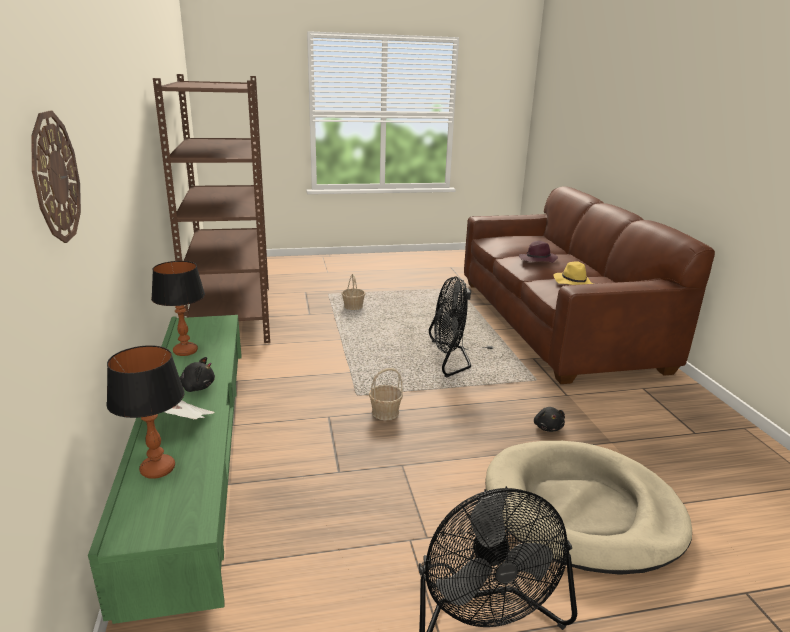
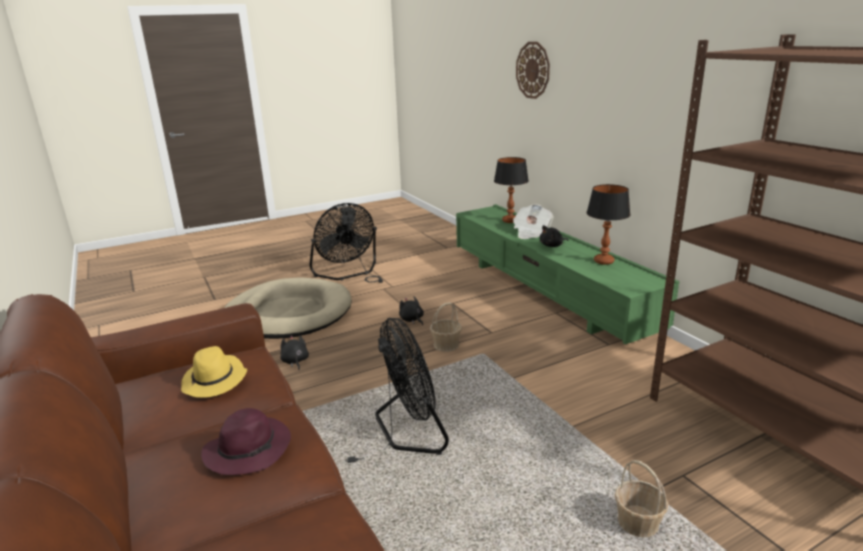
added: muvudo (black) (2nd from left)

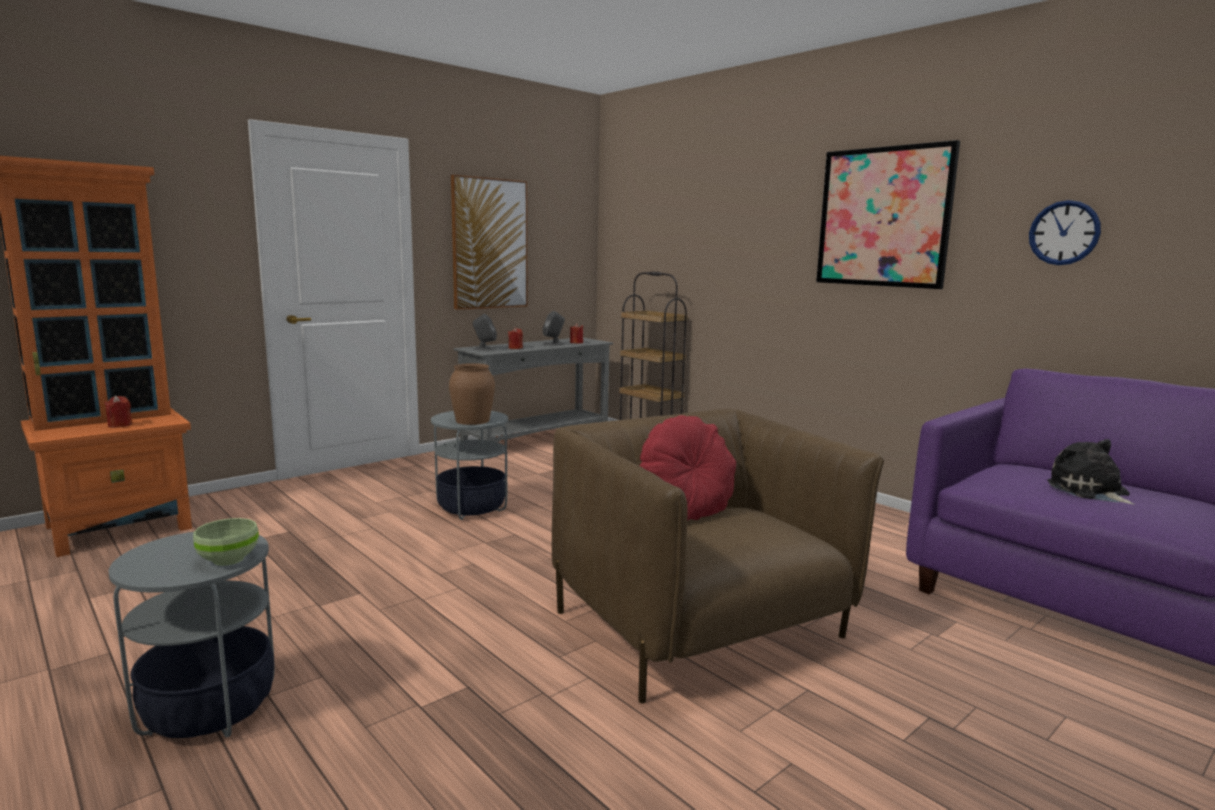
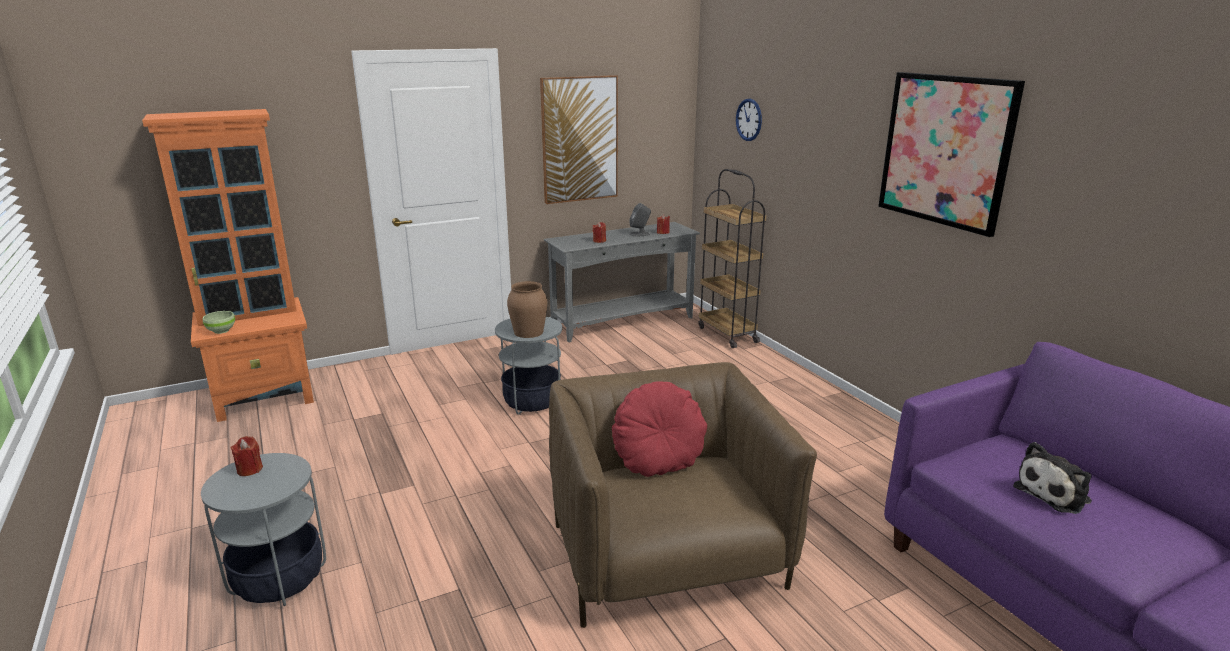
removed: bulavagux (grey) (1st from left)
moved: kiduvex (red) (1st from left); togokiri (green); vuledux
turned: muvudo 120 degrees counterclockwise

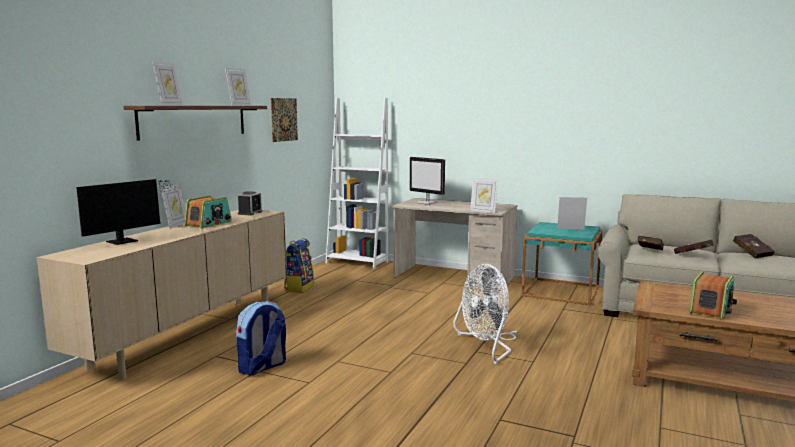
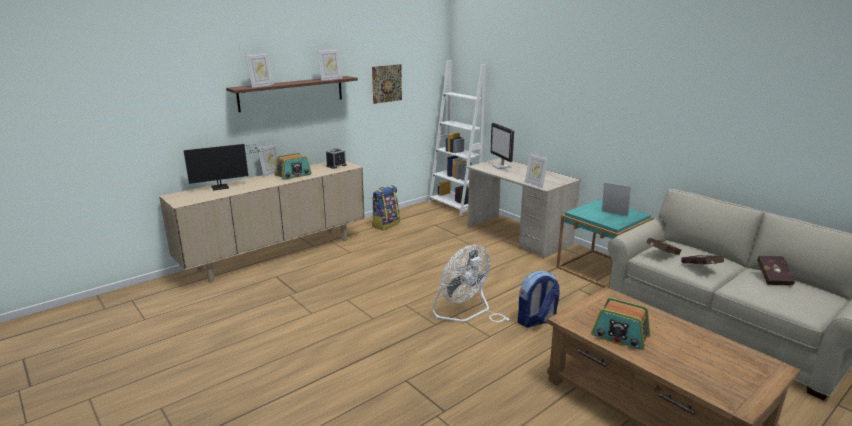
moved: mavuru (1st from left in the first image) to mavuru (2nd from left)
turned: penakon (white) 45 degrees clockwise; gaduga (2nd from left) 60 degrees clockwise

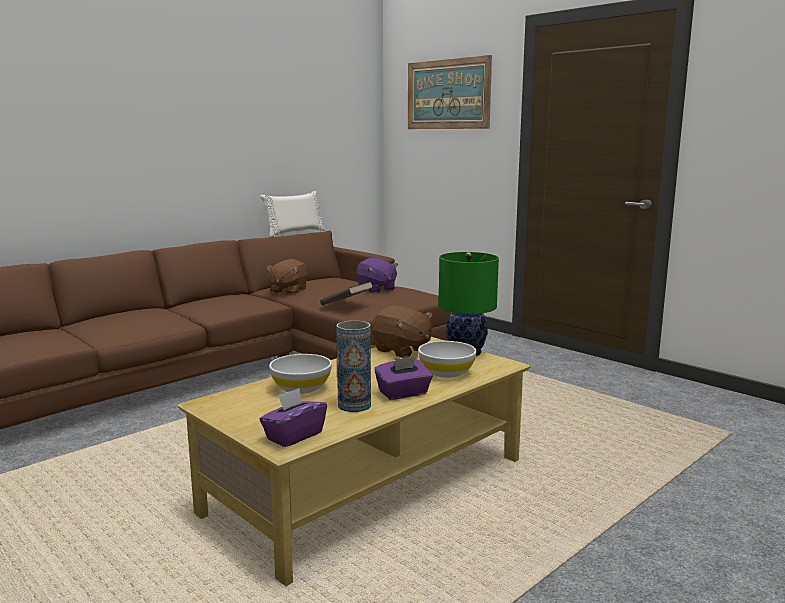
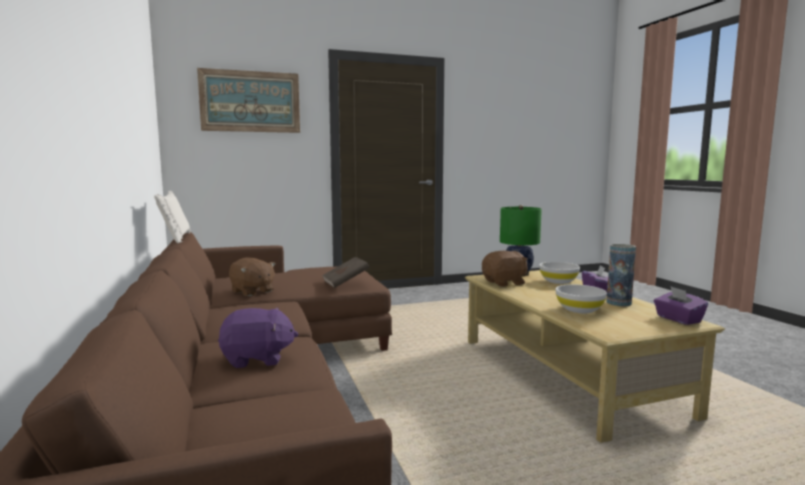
moved: muvudo (purple)

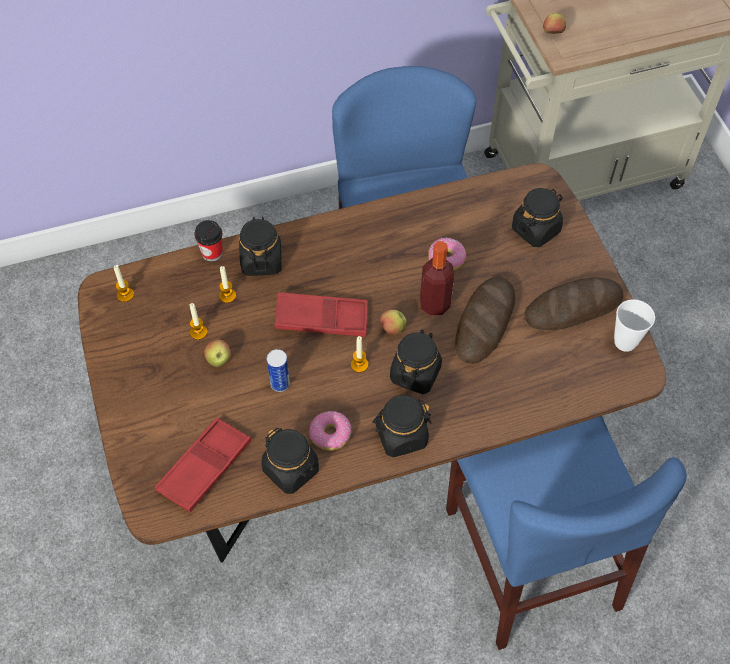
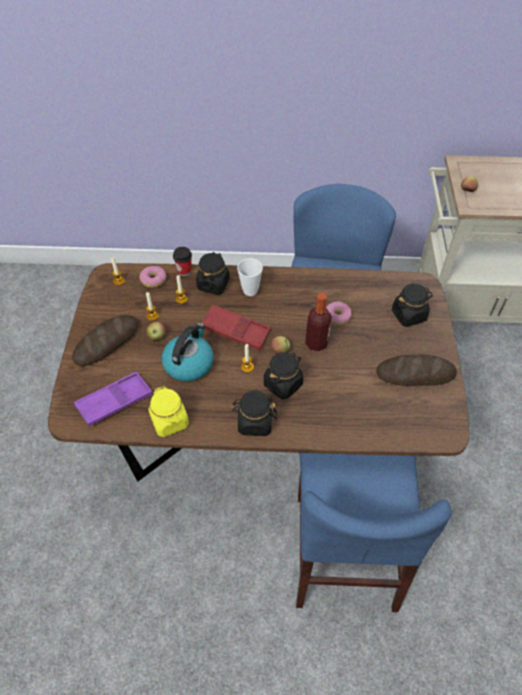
moved: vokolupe (1st from left); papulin (1st from left); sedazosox (2nd from left)
replaced: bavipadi to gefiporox
recoloured: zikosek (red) (1st from left) to zikosek (purple); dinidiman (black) (2nd from left) to dinidiman (yellow)

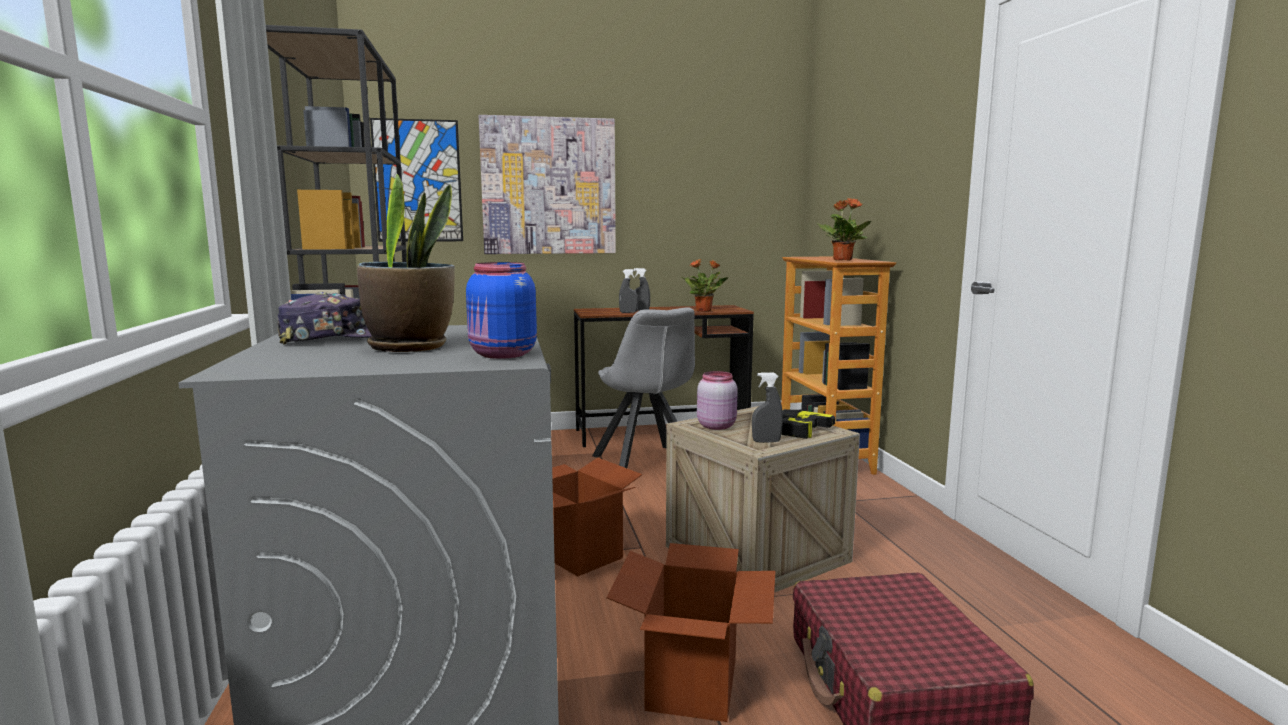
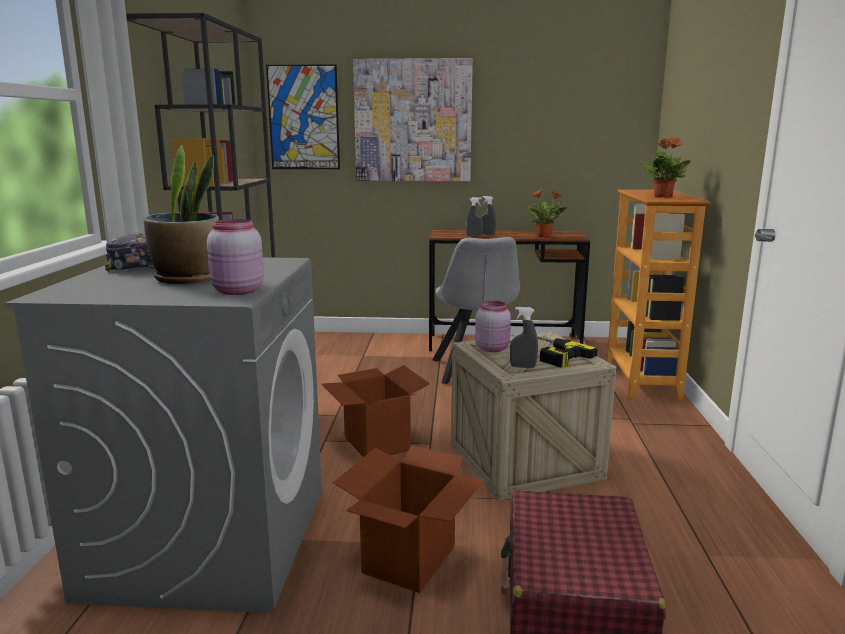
recoloured: dinidiman (blue) to dinidiman (pink) (1st from left)

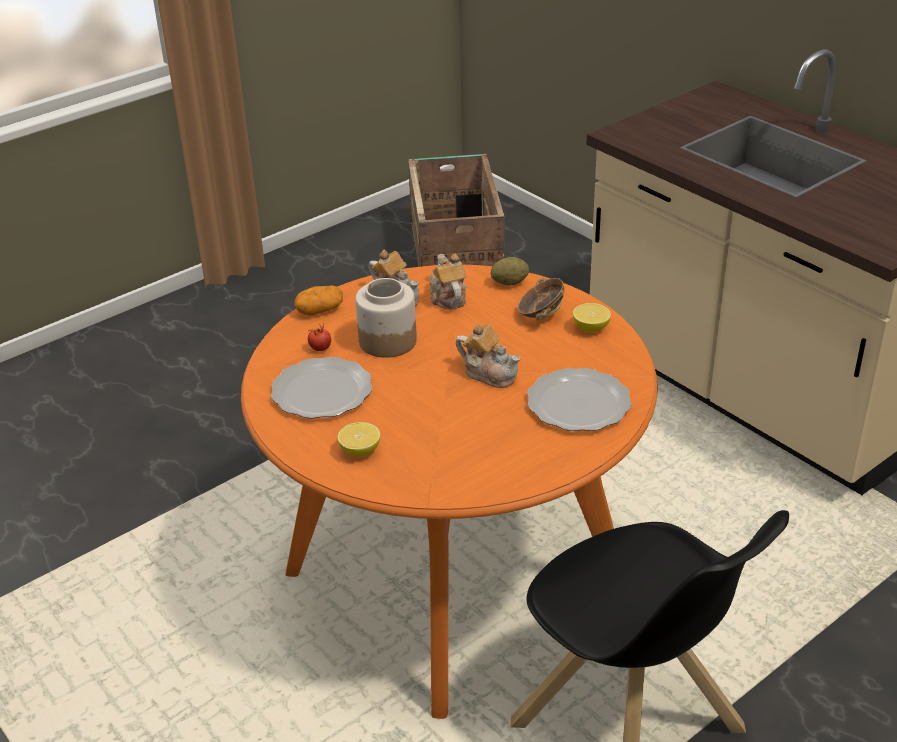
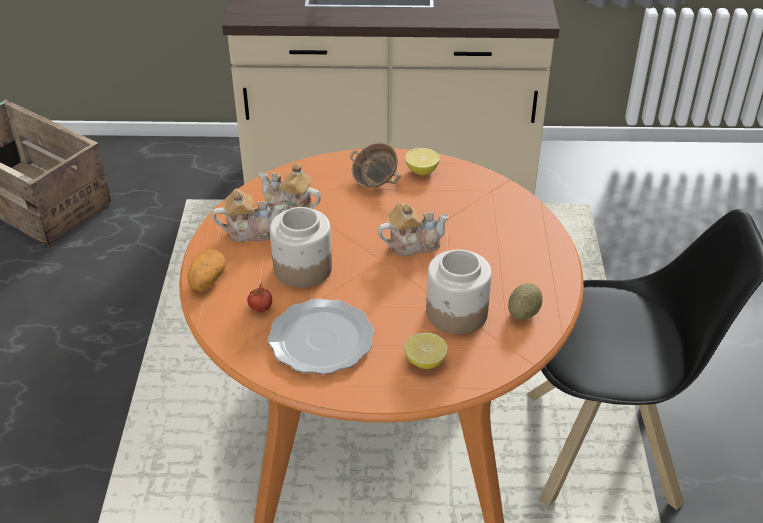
removed: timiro (2nd from left)
added: dinidiman (2nd from left)
moved: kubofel (2nd from left)

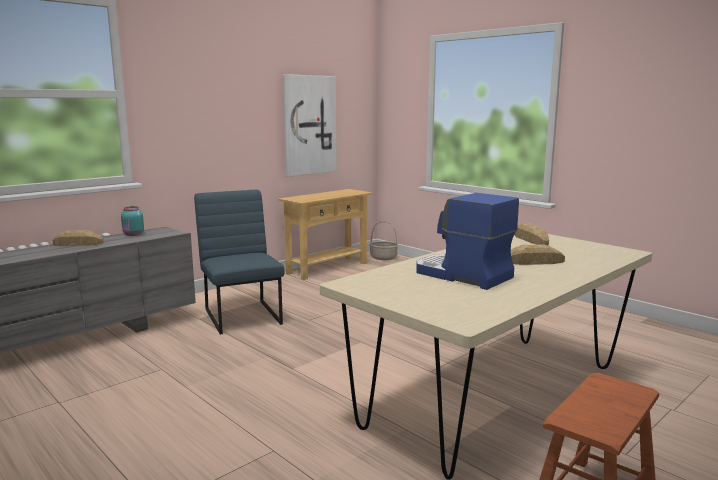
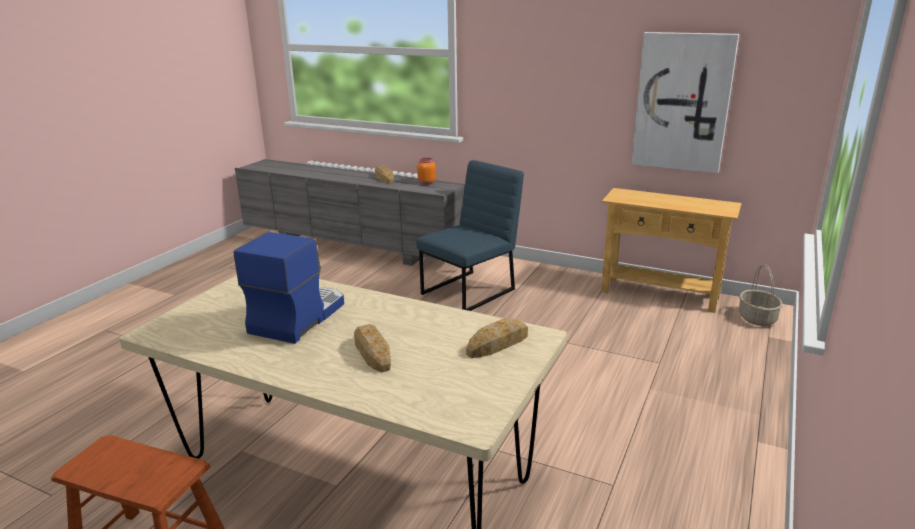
recoloured: dinidiman (turquoise) to dinidiman (orange)

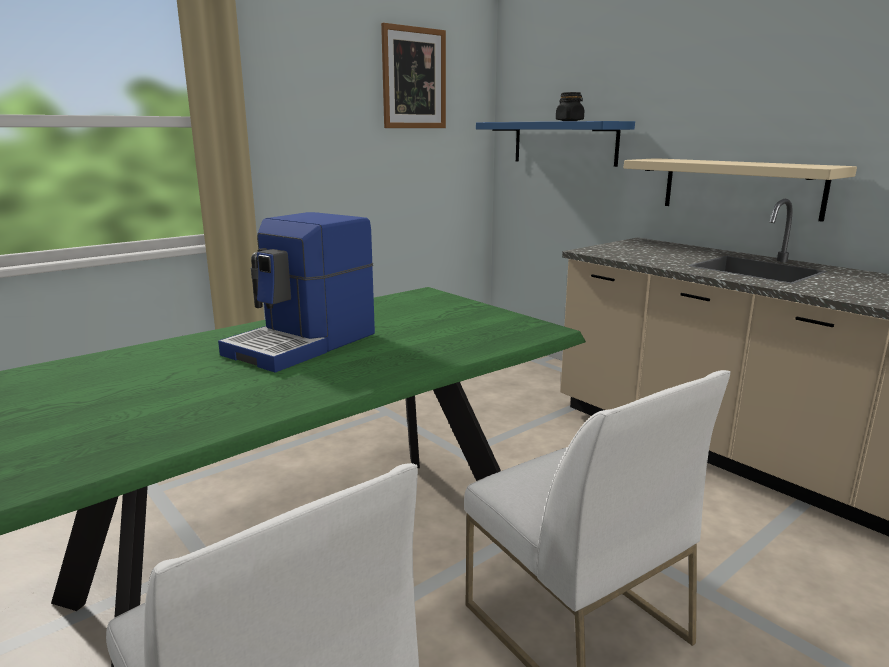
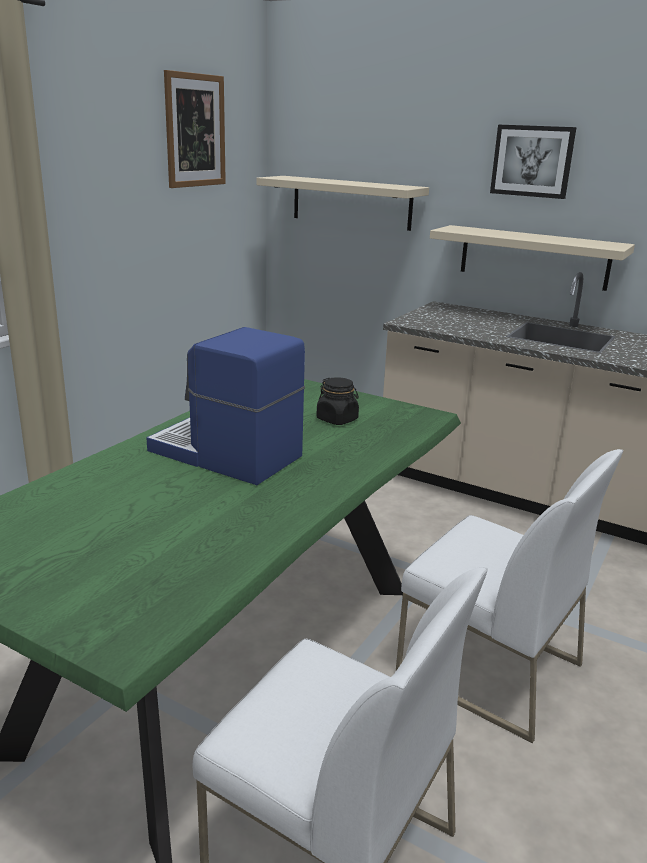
added: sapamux (2nd from left)
moved: dinidiman (black)
recoloured: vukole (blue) to vukole (beige) (1st from left)
turned: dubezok 105 degrees clockwise

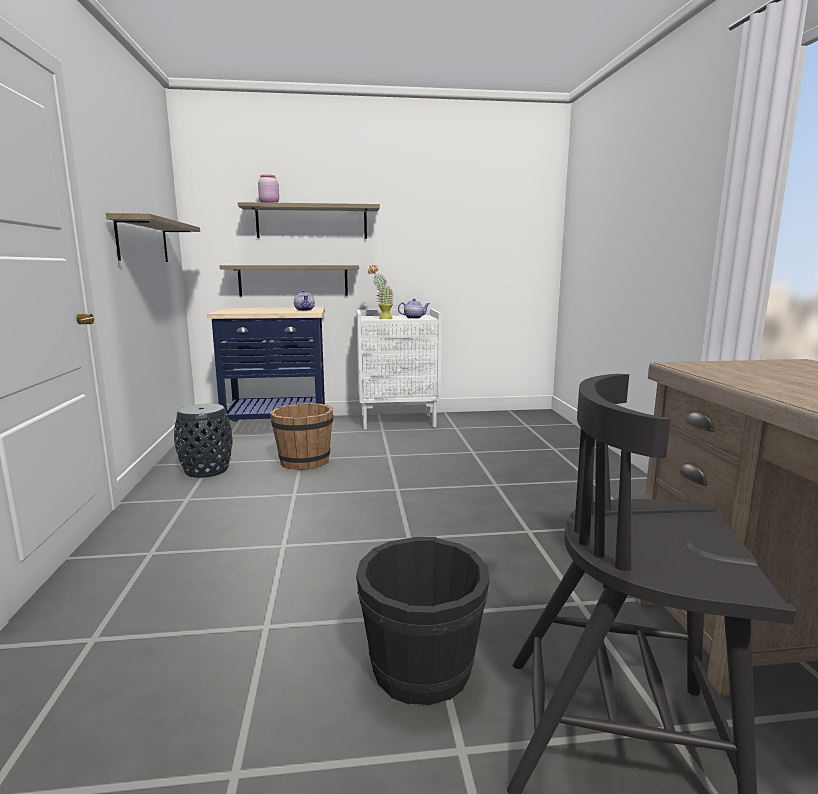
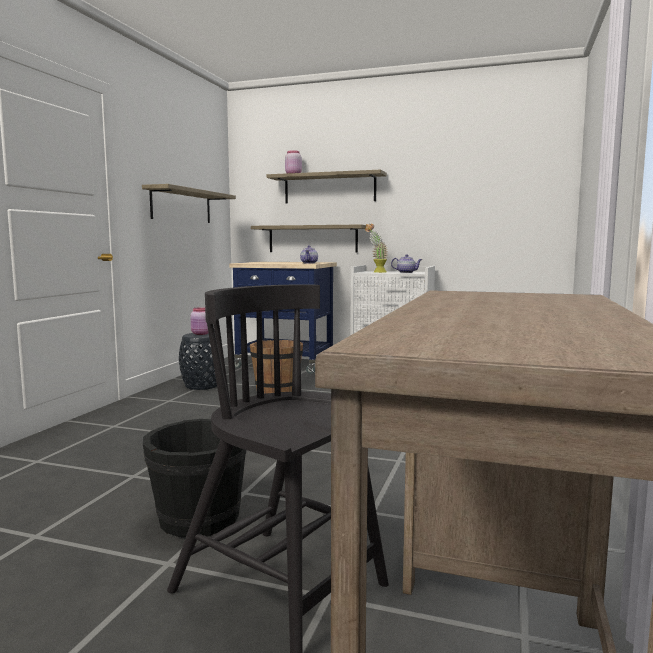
added: dinidiman (pink) (1st from left)

